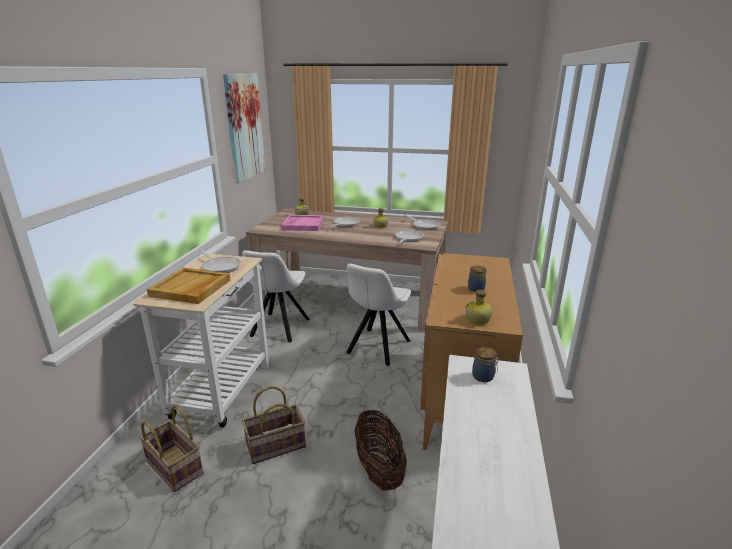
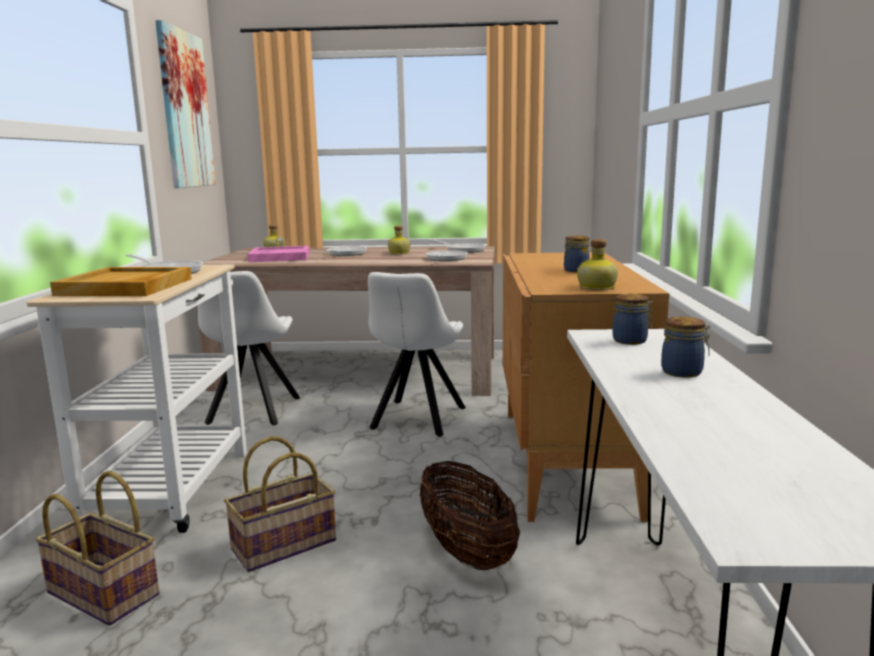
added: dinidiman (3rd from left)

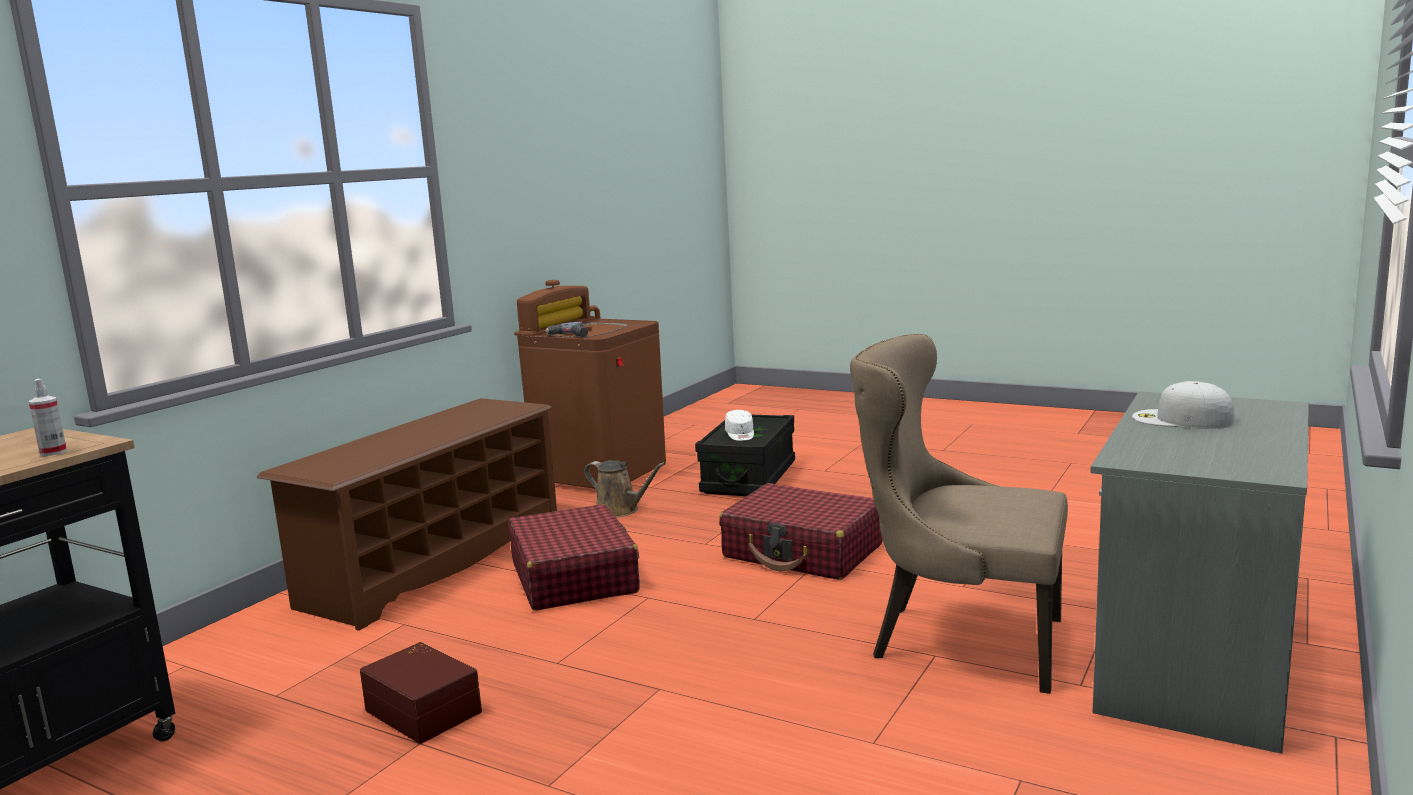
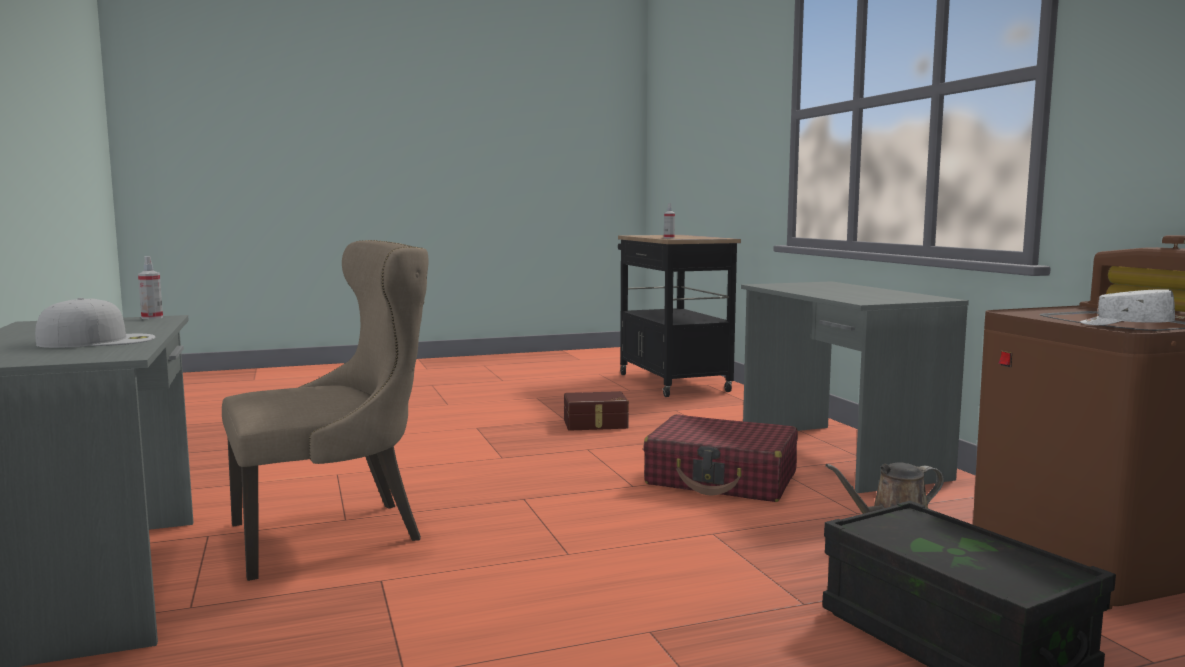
removed: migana; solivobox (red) (2nd from left)
added: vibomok (1st from left)
moved: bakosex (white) (1st from left in the first image) to bakosex (white) (2nd from left)
replaced: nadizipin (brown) to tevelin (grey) (2nd from left)

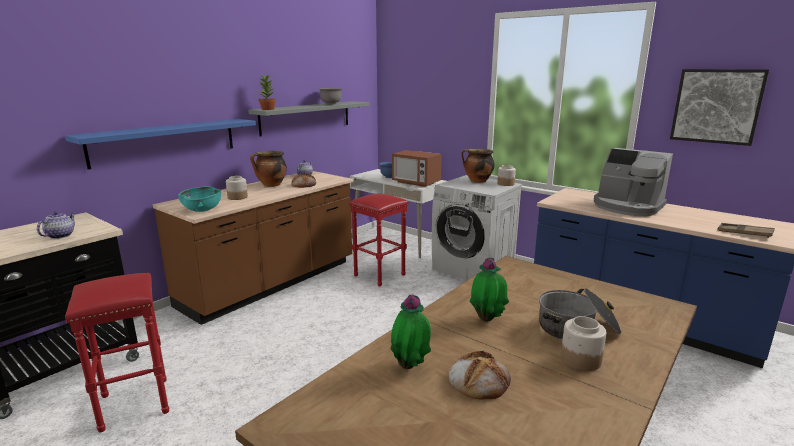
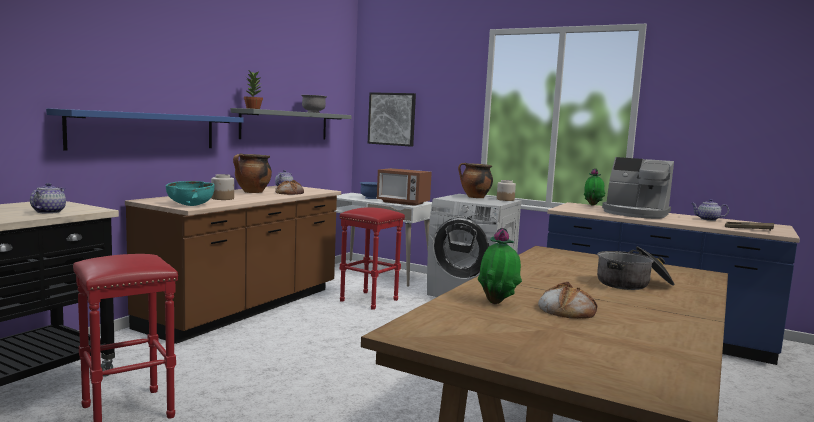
removed: dinidiman (3rd from left)
added: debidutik (3rd from left)
moved: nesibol (3rd from left); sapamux

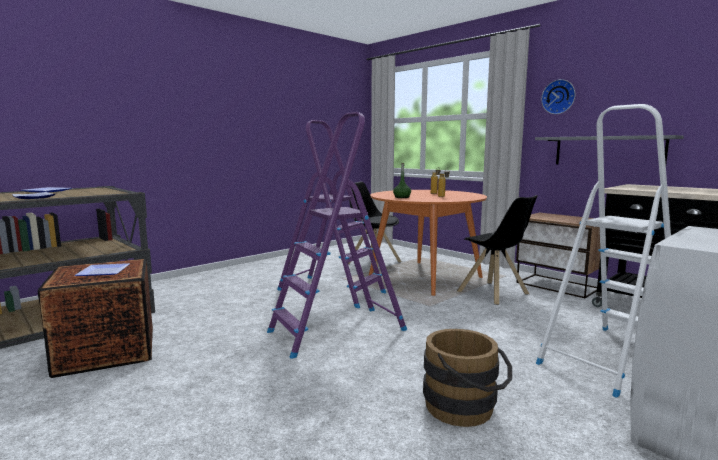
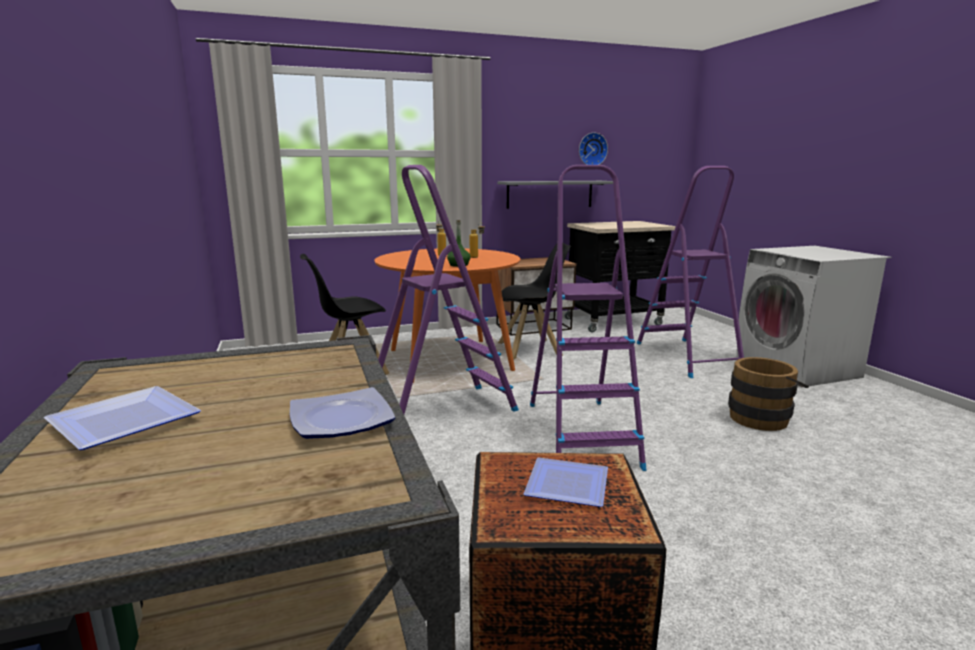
moved: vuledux
recoloured: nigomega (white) to nigomega (purple) (3rd from left)

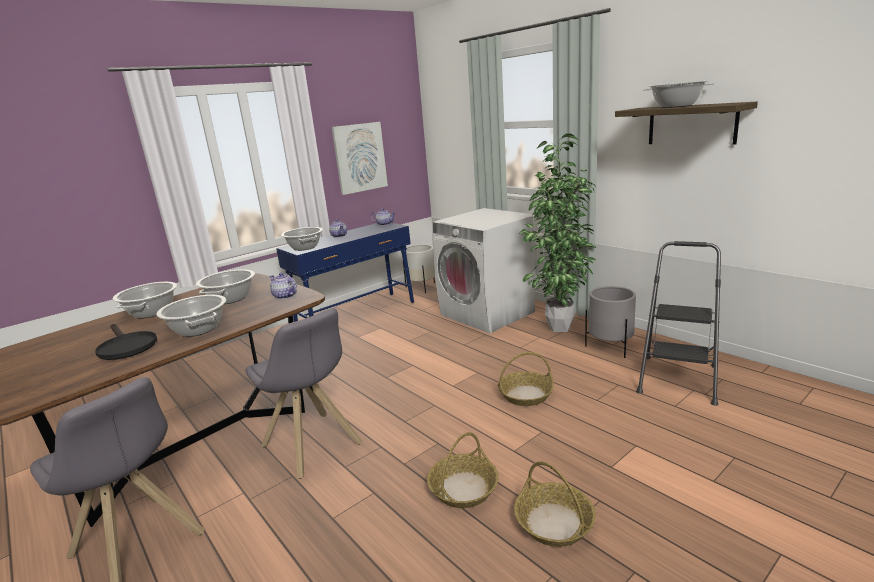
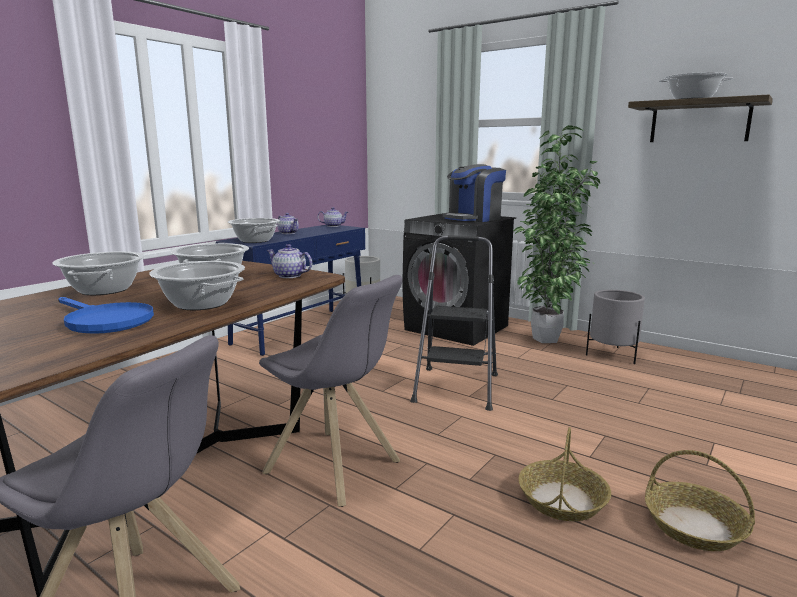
removed: sapamux; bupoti (2nd from left)
added: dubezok
moved: nigomega (black)
recoloured: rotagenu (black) to rotagenu (blue); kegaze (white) to kegaze (black)

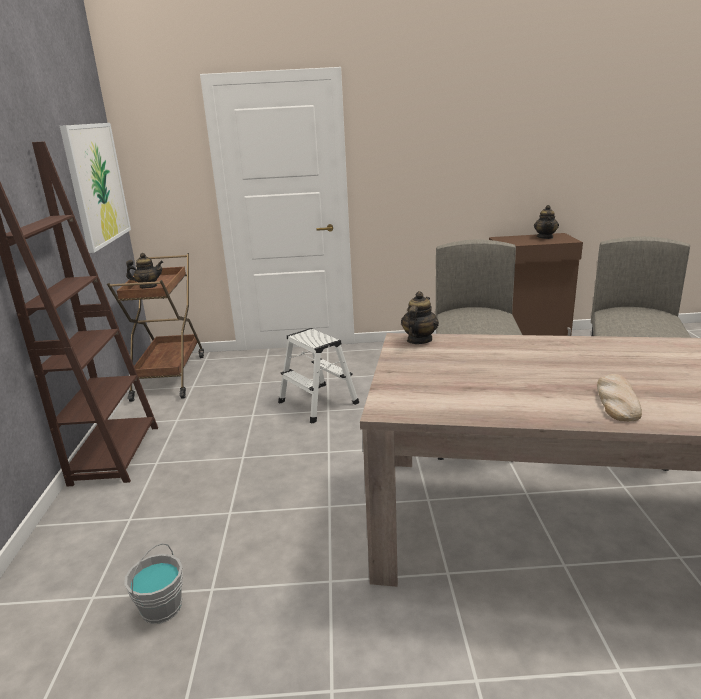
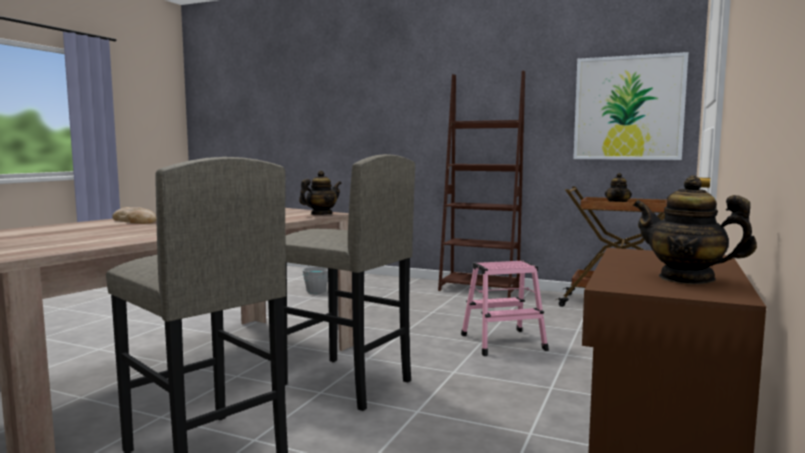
recoloured: nigomega (white) to nigomega (pink)
turned: debidutik (2nd from left in the first image) 90 degrees counterclockwise

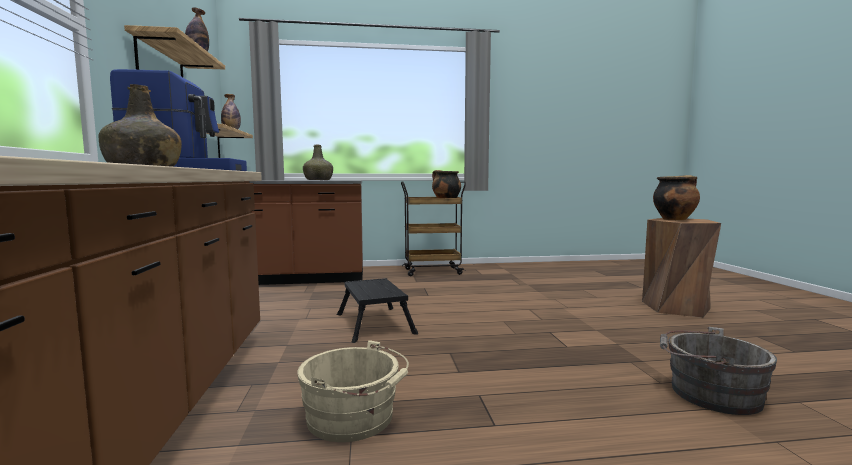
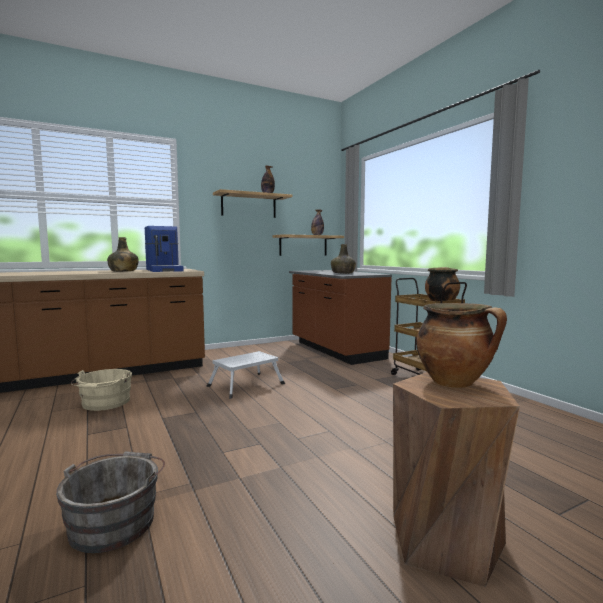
recoloured: nigomega (black) to nigomega (white)

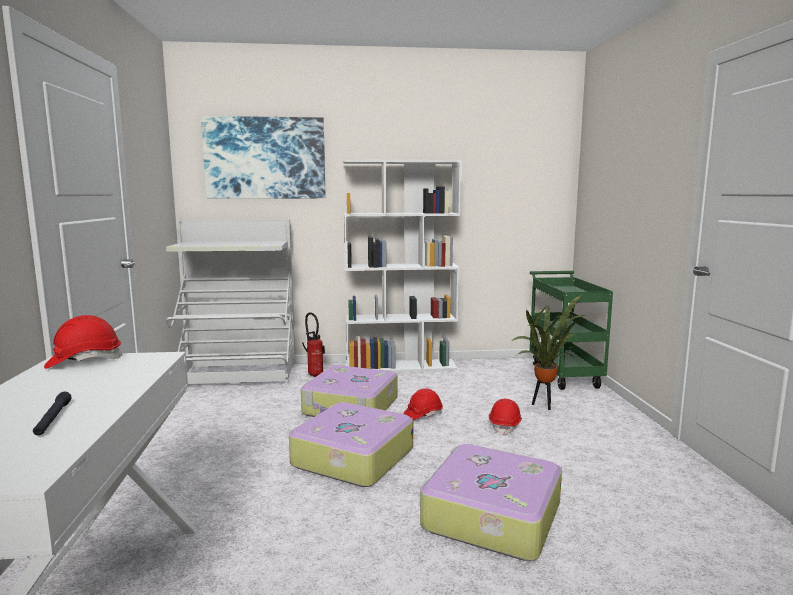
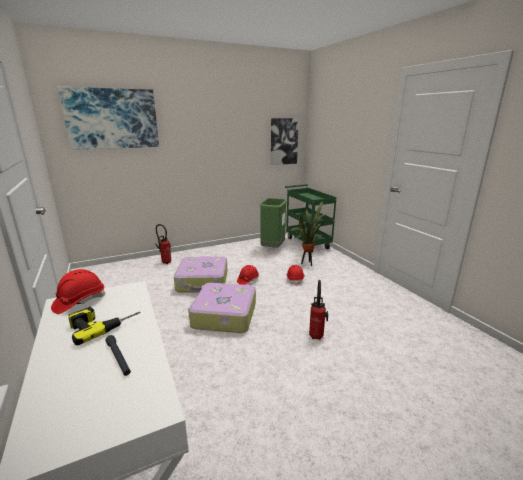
removed: nadizipin (white); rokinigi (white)
added: migana; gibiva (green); sapamux (2nd from left)
replaced: solivobox (3rd from left) to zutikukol (2nd from left)

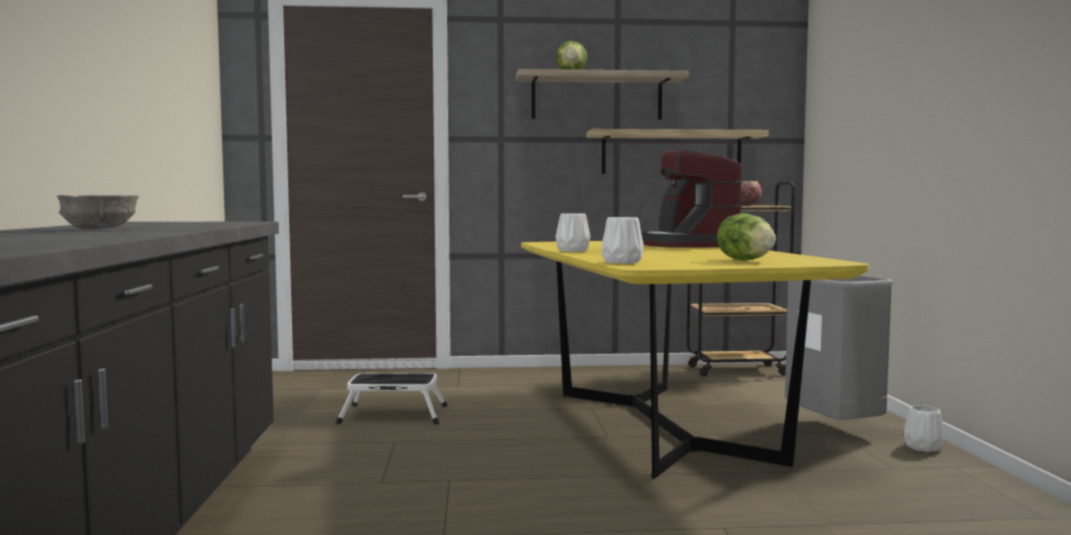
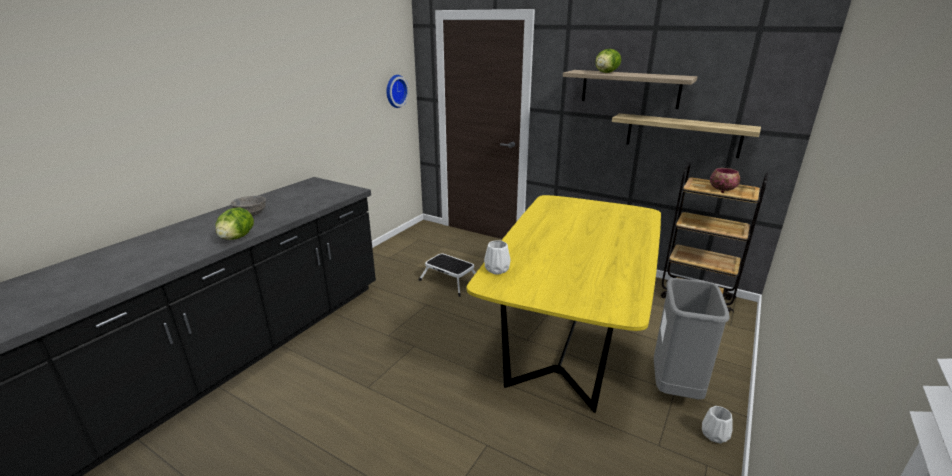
removed: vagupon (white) (1st from left); dubezok
added: vuledux
moved: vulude (2nd from left in the first image) to vulude (1st from left)

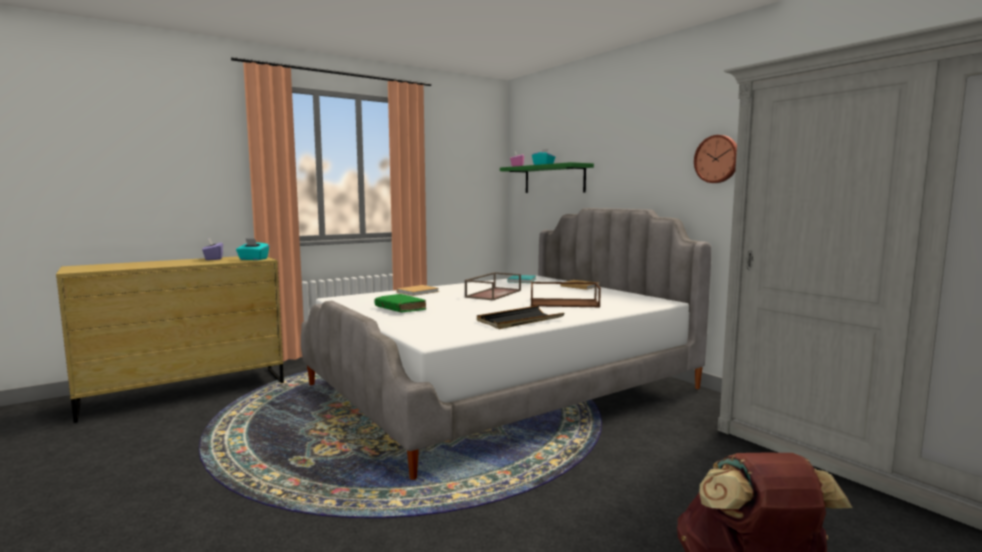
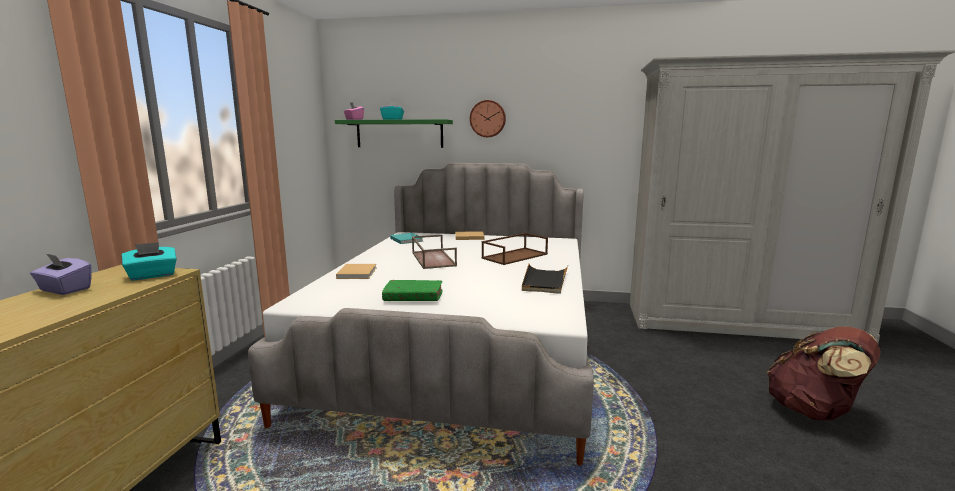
moved: vuledux

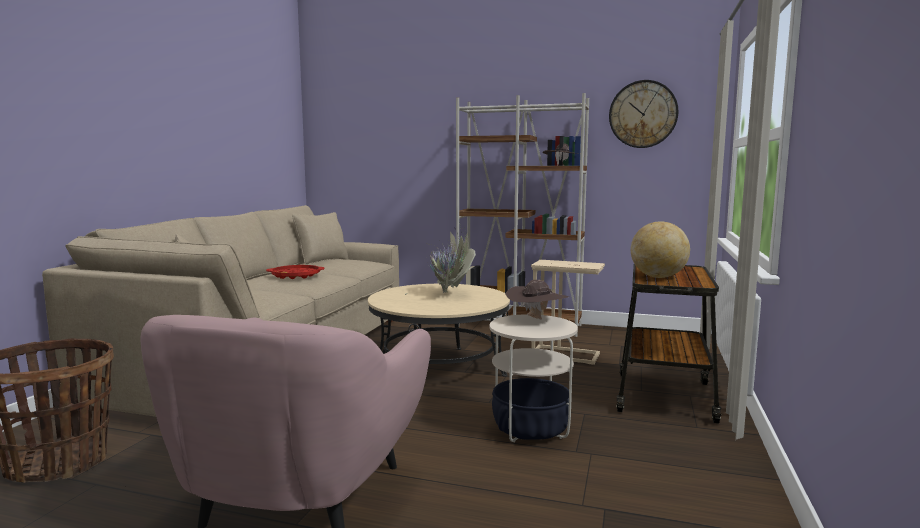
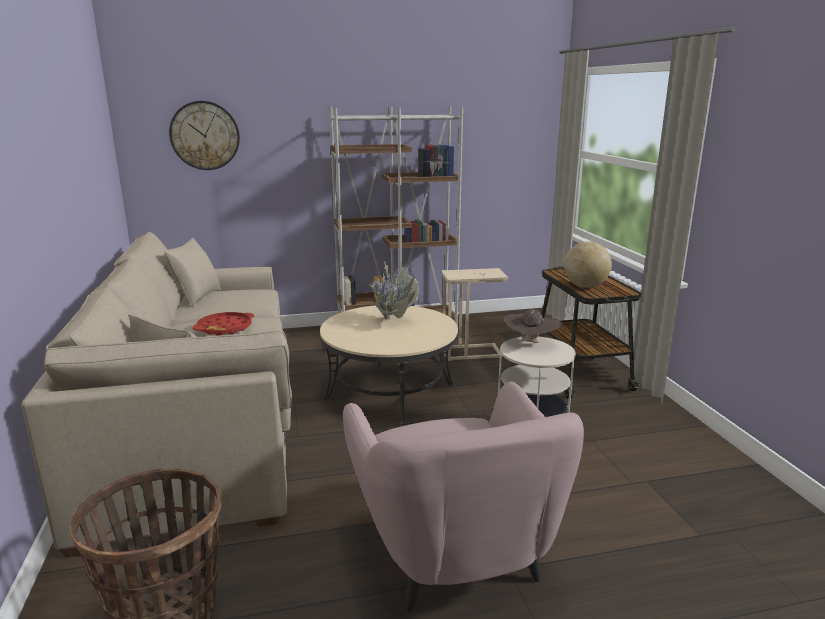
moved: vuledux

